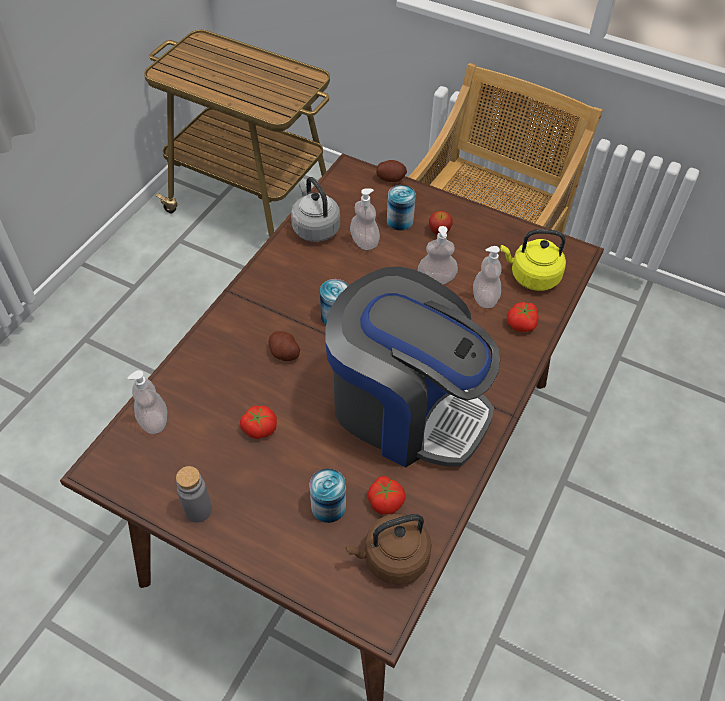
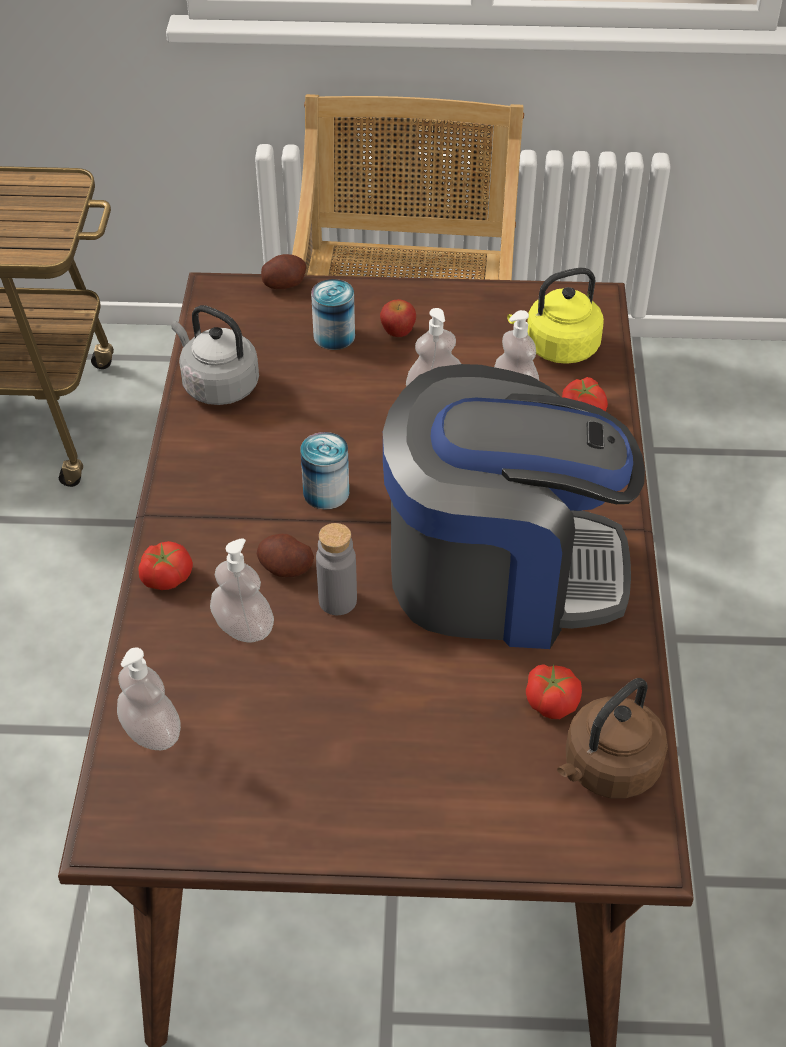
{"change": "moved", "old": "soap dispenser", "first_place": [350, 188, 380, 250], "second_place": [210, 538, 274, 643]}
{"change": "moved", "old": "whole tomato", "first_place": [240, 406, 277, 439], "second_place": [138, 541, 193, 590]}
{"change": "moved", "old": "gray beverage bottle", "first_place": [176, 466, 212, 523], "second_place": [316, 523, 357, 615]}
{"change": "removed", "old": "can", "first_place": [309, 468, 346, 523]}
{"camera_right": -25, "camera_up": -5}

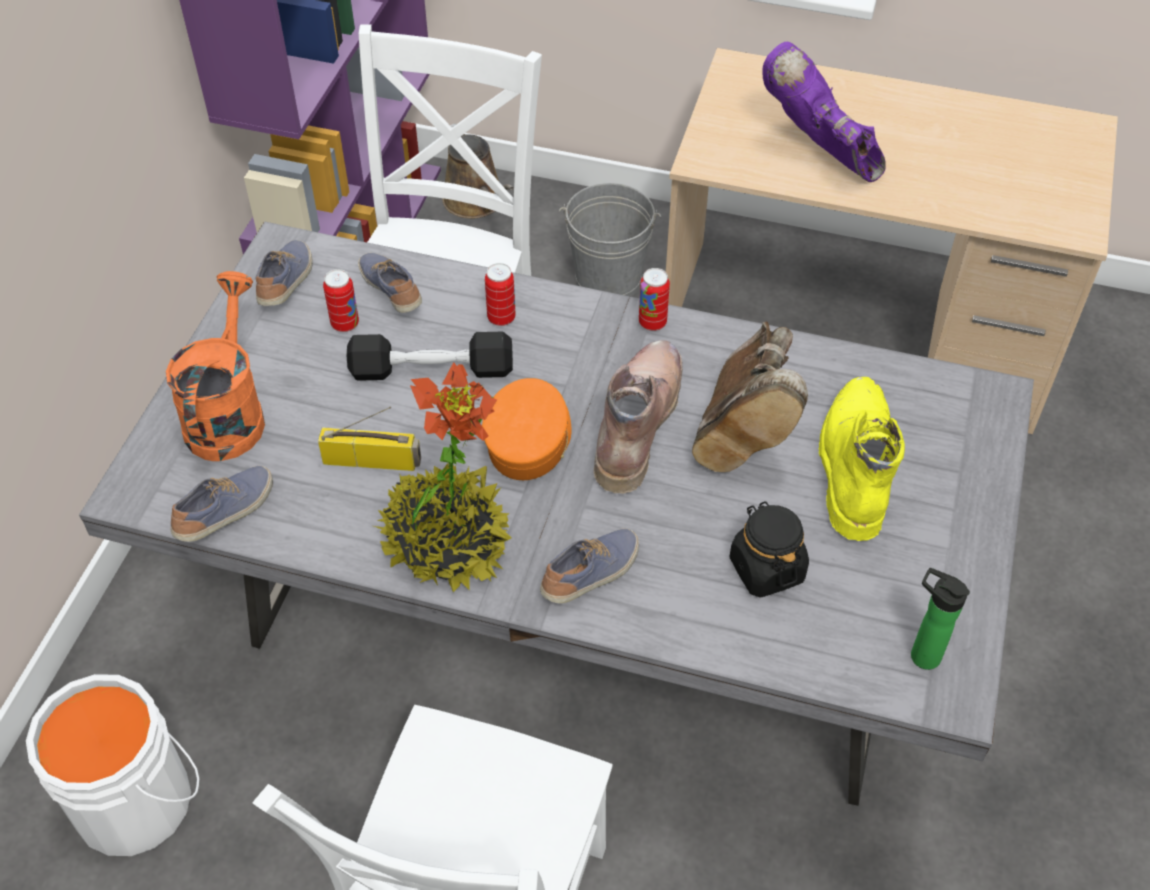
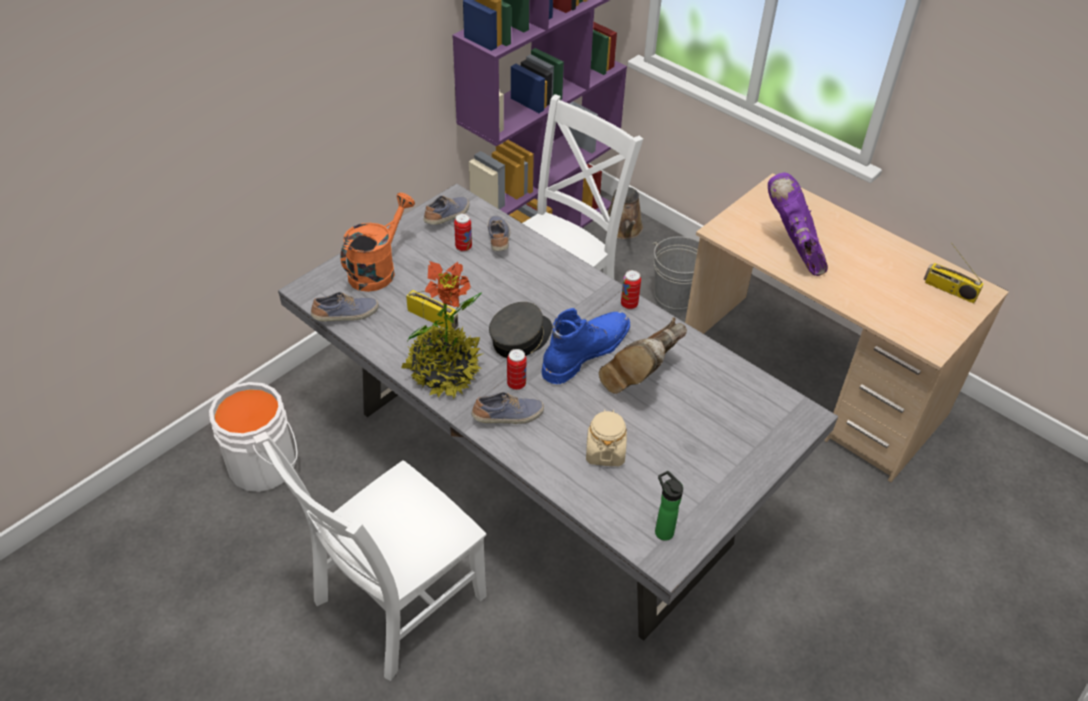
{"change": "moved", "old": "can", "first_place": [485, 263, 516, 326], "second_place": [507, 349, 526, 390]}
{"change": "removed", "old": "blackish dumbbell", "first_place": [346, 332, 513, 381]}
{"change": "recoloured", "old": "brown-coloured boot", "new": "bluish boot", "first_place": [594, 340, 683, 494], "second_place": [541, 308, 630, 384]}
{"change": "removed", "old": "yellow-coloured boot", "first_place": [819, 377, 905, 541]}
{"change": "recoloured", "old": "orange cap", "new": "gray cap", "first_place": [482, 378, 571, 480], "second_place": [489, 302, 552, 358]}
{"change": "recoloured", "old": "blackish preserve jar", "new": "sand-coloured preserve jar", "first_place": [730, 501, 809, 597], "second_place": [586, 409, 627, 466]}
{"change": "added", "new": "radio receiver", "second_place": [924, 243, 984, 304]}
{"camera_right": 25, "camera_up": -5}

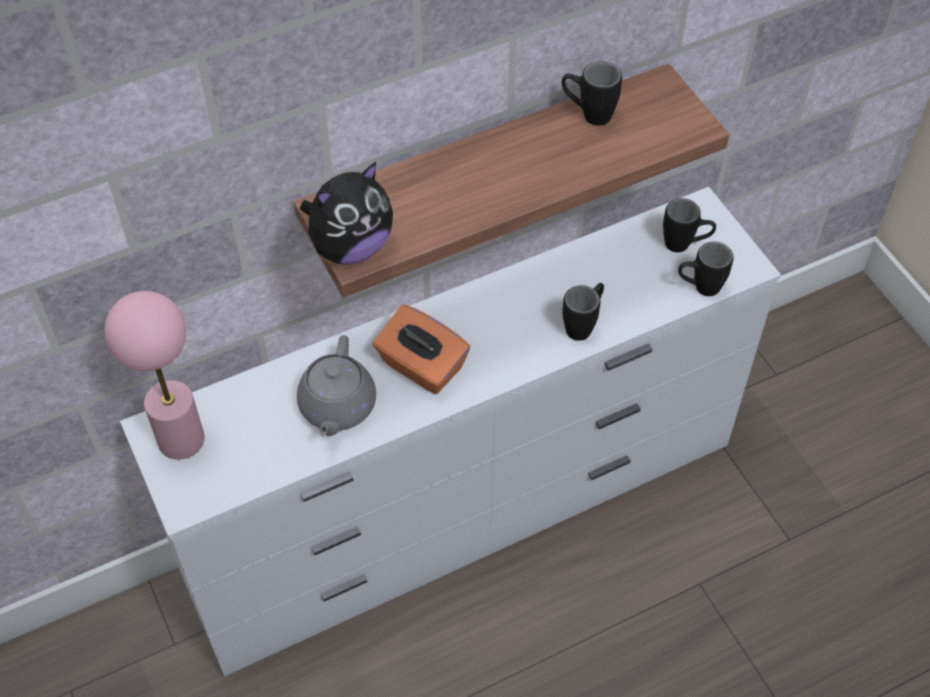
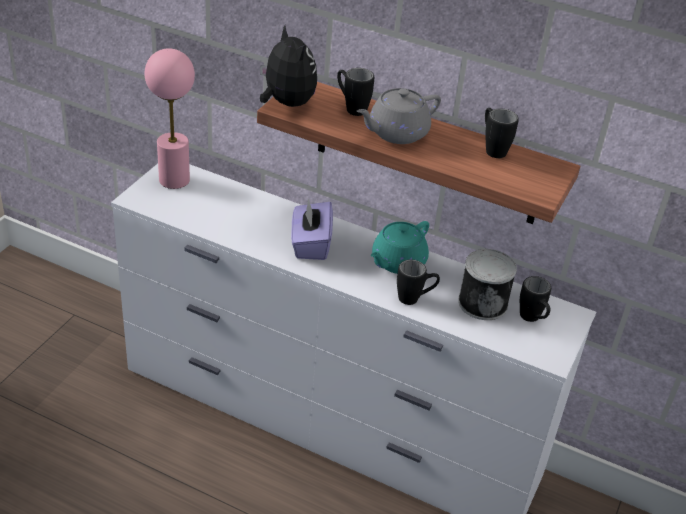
{"change": "turned", "old": "plush toy", "first_place": [300, 162, 393, 265], "second_place": [260, 26, 317, 107], "degrees": -135}
{"change": "moved", "old": "blackish mug", "first_place": [678, 242, 733, 296], "second_place": [337, 68, 374, 116]}
{"change": "recoloured", "old": "orange box of tissues", "new": "purple-coloured box of tissues", "first_place": [373, 305, 470, 394], "second_place": [291, 198, 333, 260]}
{"change": "moved", "old": "gray pot for tea", "first_place": [297, 335, 376, 437], "second_place": [357, 88, 441, 144]}
{"change": "added", "new": "blue-green pot for tea", "second_place": [371, 221, 429, 274]}
{"change": "added", "new": "can", "second_place": [458, 249, 517, 320]}
{"camera_right": 50, "camera_up": -15}

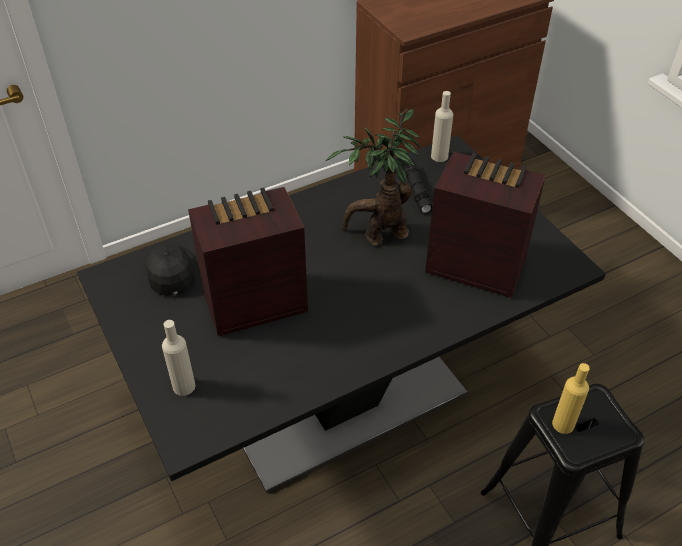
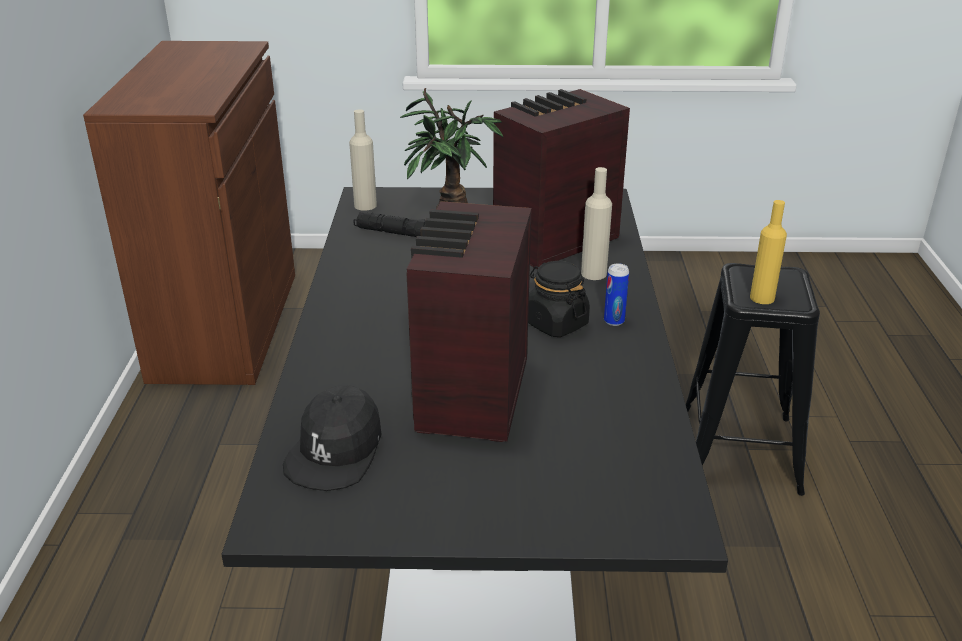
{"change": "turned", "old": "blackish cap", "first_place": [145, 244, 195, 296], "second_place": [283, 385, 382, 491], "degrees": -90}
{"change": "moved", "old": "sand-coloured beverage bottle", "first_place": [162, 320, 196, 396], "second_place": [581, 167, 612, 280]}
{"change": "added", "new": "blackish preserve jar", "second_place": [528, 261, 590, 337]}
{"change": "added", "new": "can", "second_place": [604, 263, 629, 326]}
{"camera_right": -60, "camera_up": -15}

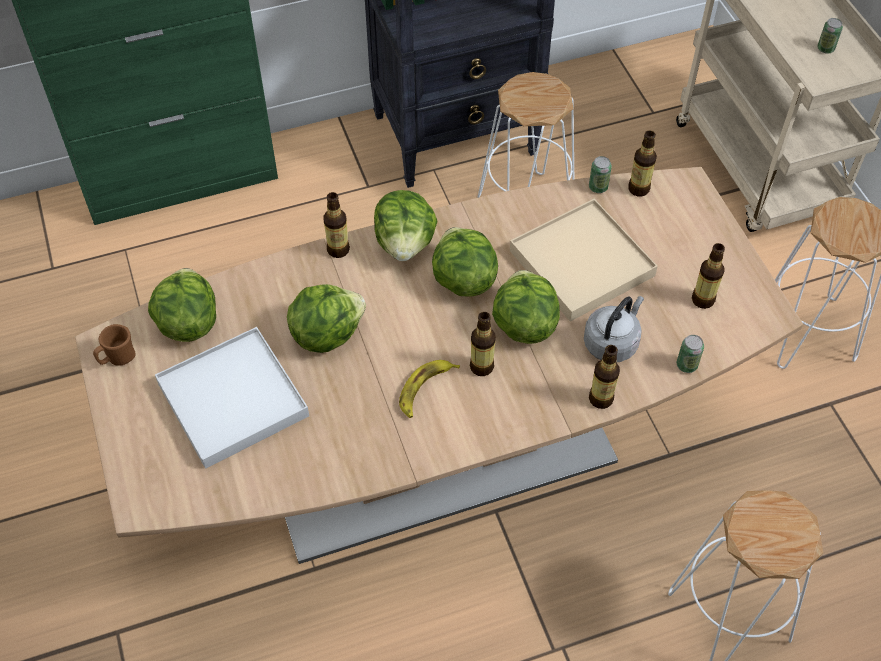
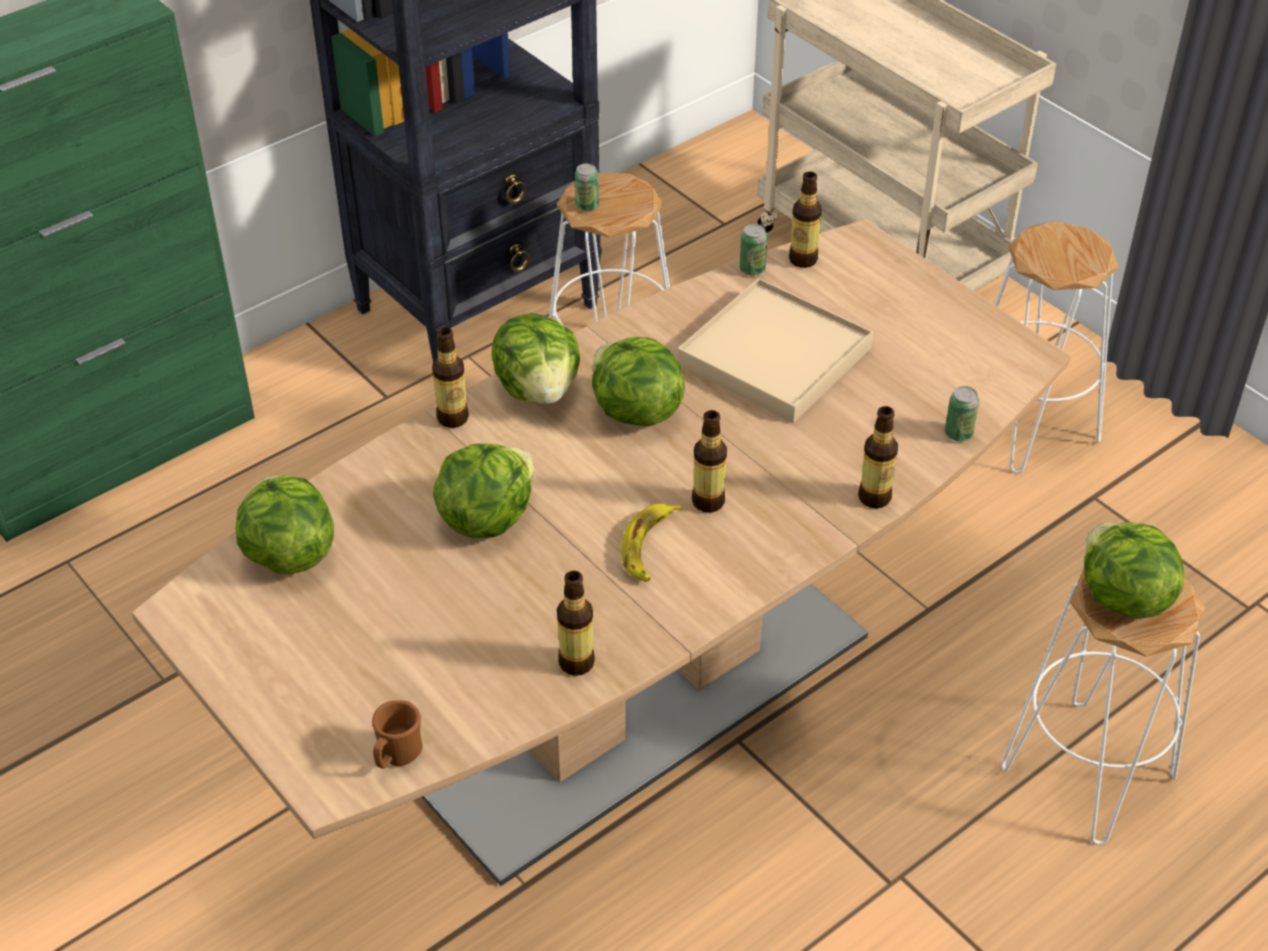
{"change": "moved", "old": "can", "first_place": [817, 18, 843, 53], "second_place": [575, 163, 599, 211]}
{"change": "moved", "old": "beverage bottle", "first_place": [692, 243, 725, 309], "second_place": [557, 571, 595, 676]}
{"change": "moved", "old": "head of lettuce", "first_place": [492, 270, 560, 344], "second_place": [1084, 522, 1184, 618]}
{"change": "removed", "old": "gray tea kettle", "first_place": [584, 296, 644, 363]}
{"change": "moved", "old": "brown-coloured mug", "first_place": [93, 324, 136, 366], "second_place": [372, 700, 423, 769]}
{"change": "removed", "old": "white-coloured serving tray", "first_place": [155, 327, 309, 469]}
{"camera_right": -20, "camera_up": -10}

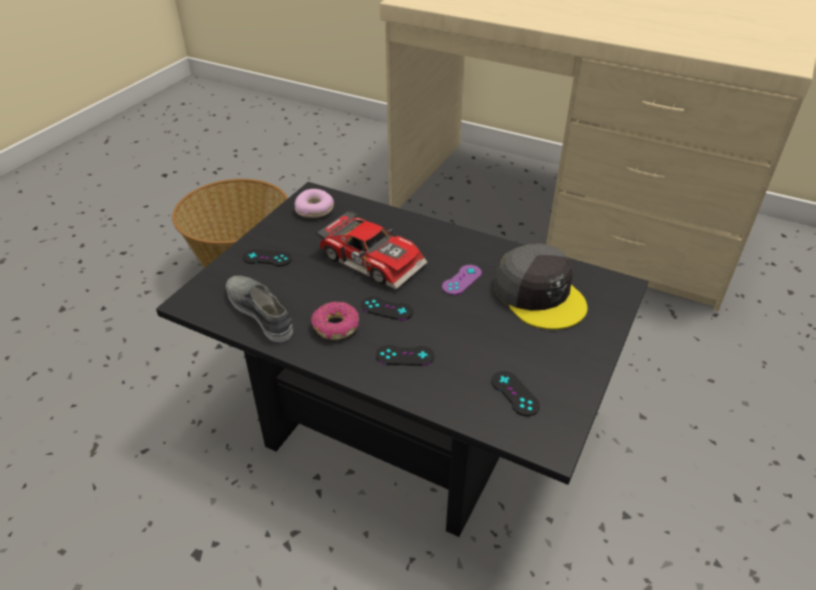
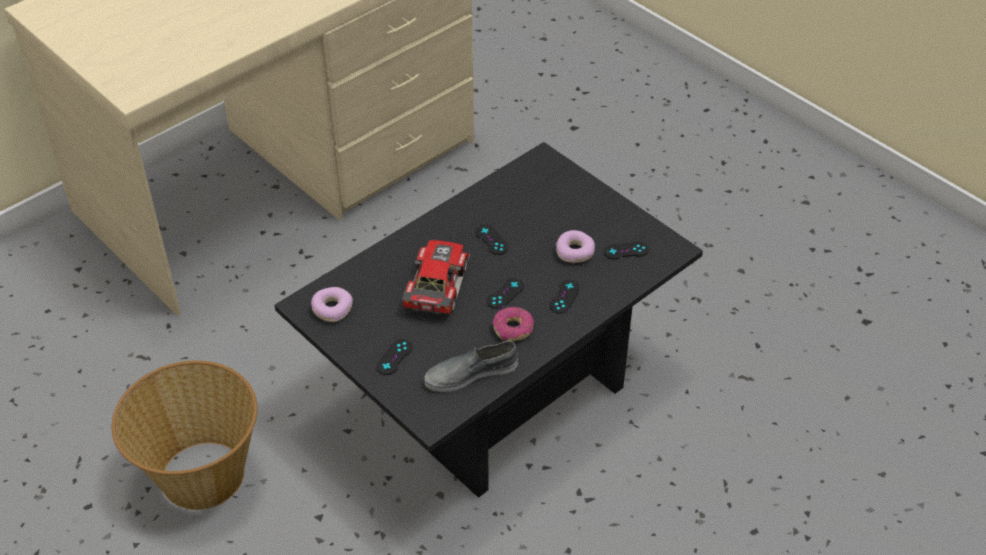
{"change": "turned", "old": "miniature car", "first_place": [316, 210, 427, 290], "second_place": [402, 240, 470, 317], "degrees": -45}
{"change": "removed", "old": "gray cap", "first_place": [494, 243, 588, 330]}
{"change": "recoloured", "old": "purple-coloured joypad", "new": "blackish joypad", "first_place": [442, 265, 482, 295], "second_place": [476, 225, 509, 255]}
{"change": "added", "new": "doughnut", "second_place": [556, 230, 595, 263]}
{"camera_right": -70, "camera_up": 5}

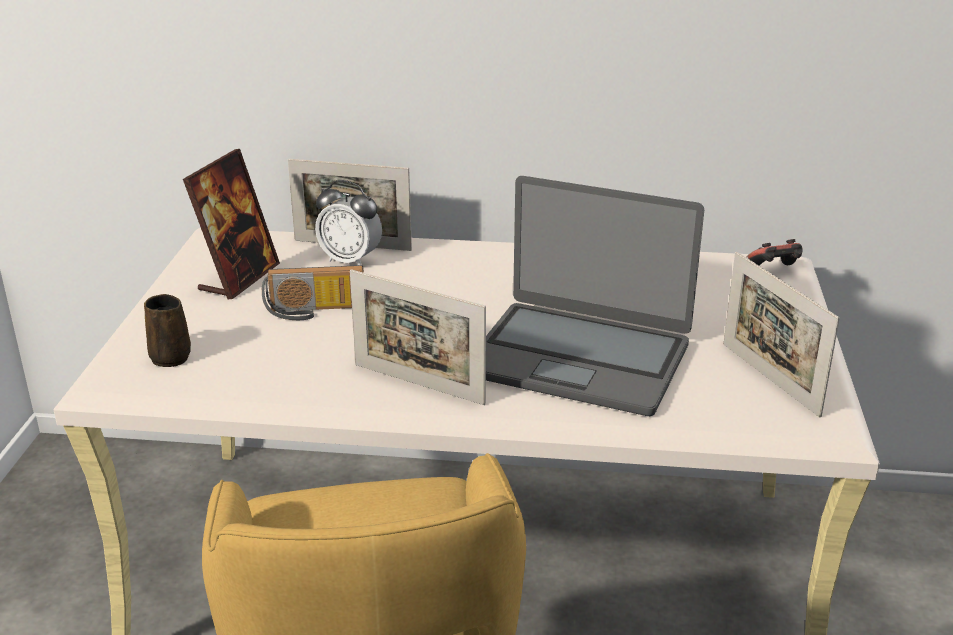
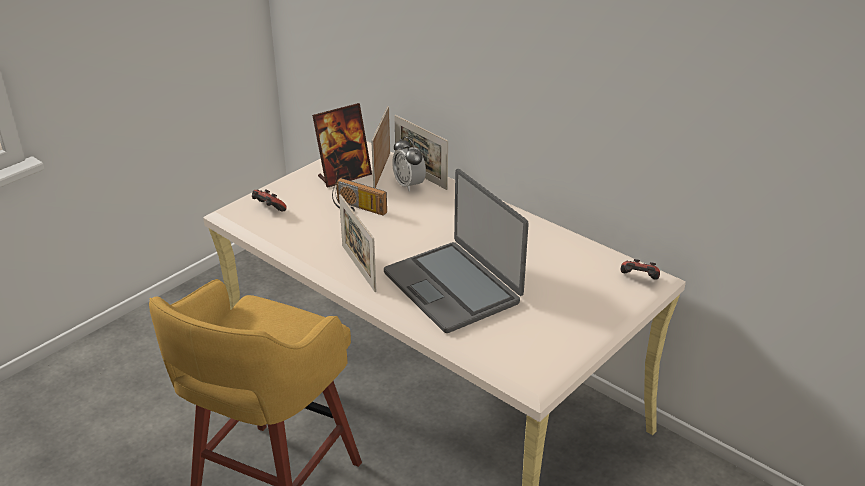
{"change": "moved", "old": "picture frame", "first_place": [723, 252, 840, 417], "second_place": [371, 106, 390, 188]}
{"change": "replaced", "old": "brown-coloured mug", "new": "joypad", "first_place": [144, 294, 191, 367], "second_place": [252, 189, 287, 211]}
{"camera_right": 35, "camera_up": 5}

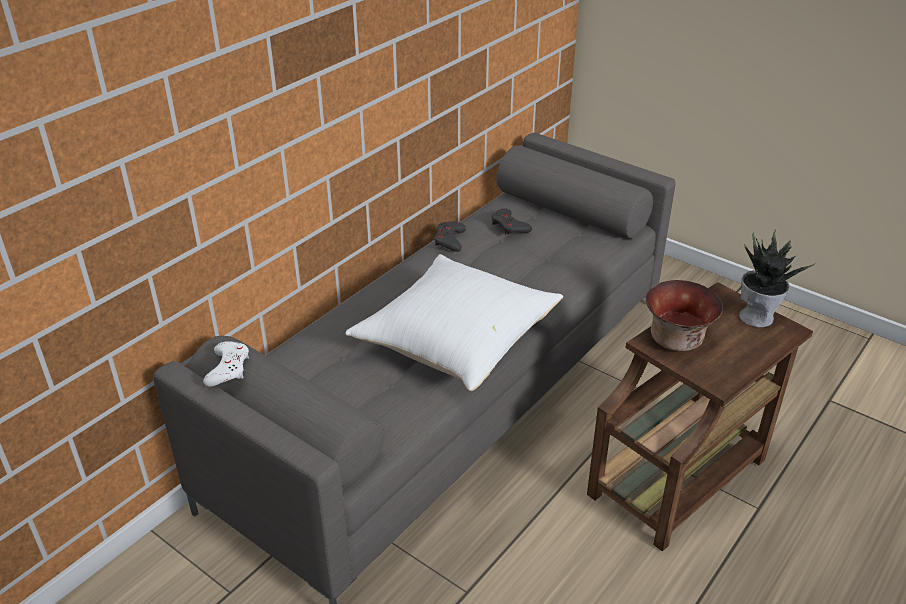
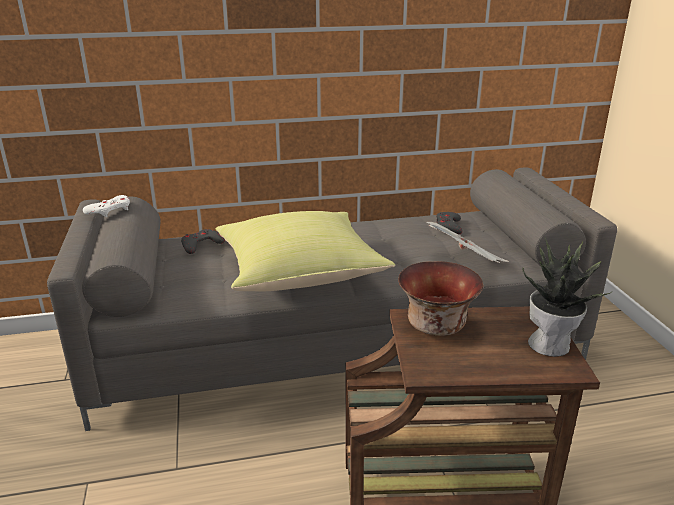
{"change": "moved", "old": "gray joypad", "first_place": [434, 222, 466, 252], "second_place": [181, 229, 225, 254]}
{"change": "recoloured", "old": "white-coloured cushion", "new": "yellow-coloured cushion", "first_place": [345, 254, 563, 391], "second_place": [215, 211, 395, 292]}
{"change": "added", "new": "daily paper", "second_place": [426, 222, 509, 263]}
{"camera_right": 40, "camera_up": -10}

